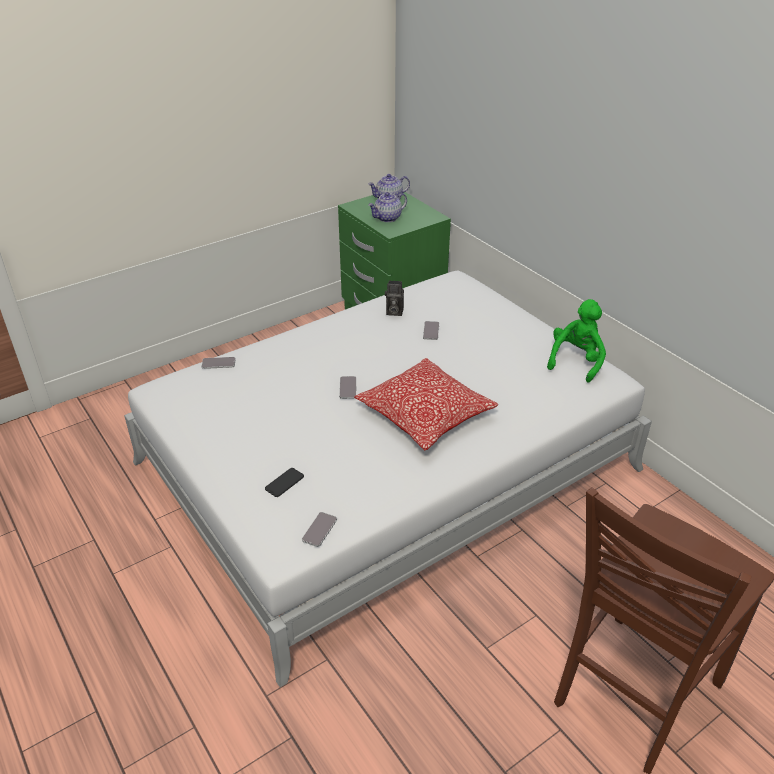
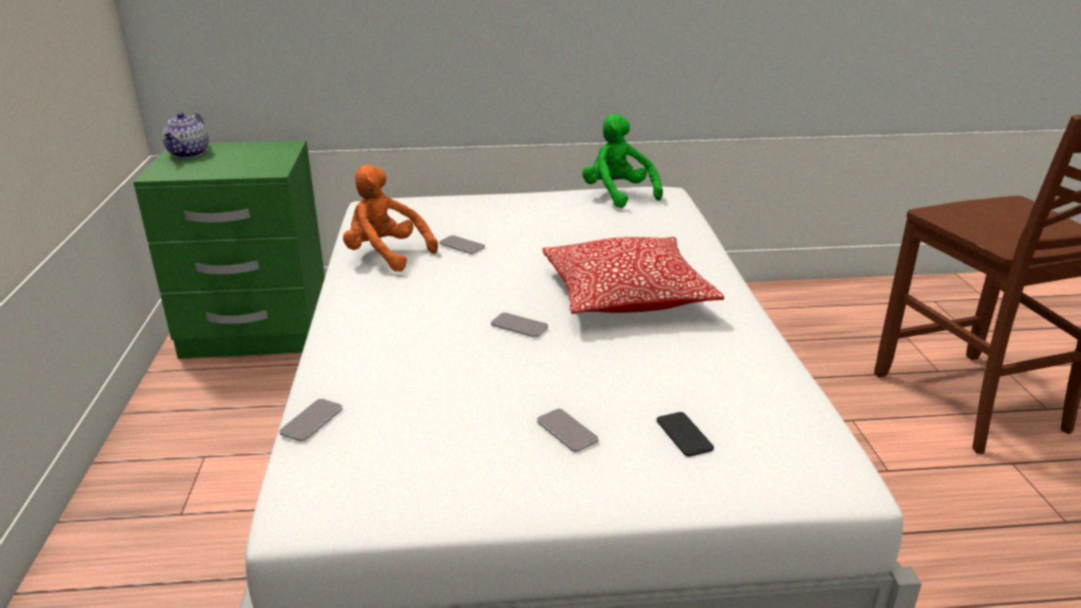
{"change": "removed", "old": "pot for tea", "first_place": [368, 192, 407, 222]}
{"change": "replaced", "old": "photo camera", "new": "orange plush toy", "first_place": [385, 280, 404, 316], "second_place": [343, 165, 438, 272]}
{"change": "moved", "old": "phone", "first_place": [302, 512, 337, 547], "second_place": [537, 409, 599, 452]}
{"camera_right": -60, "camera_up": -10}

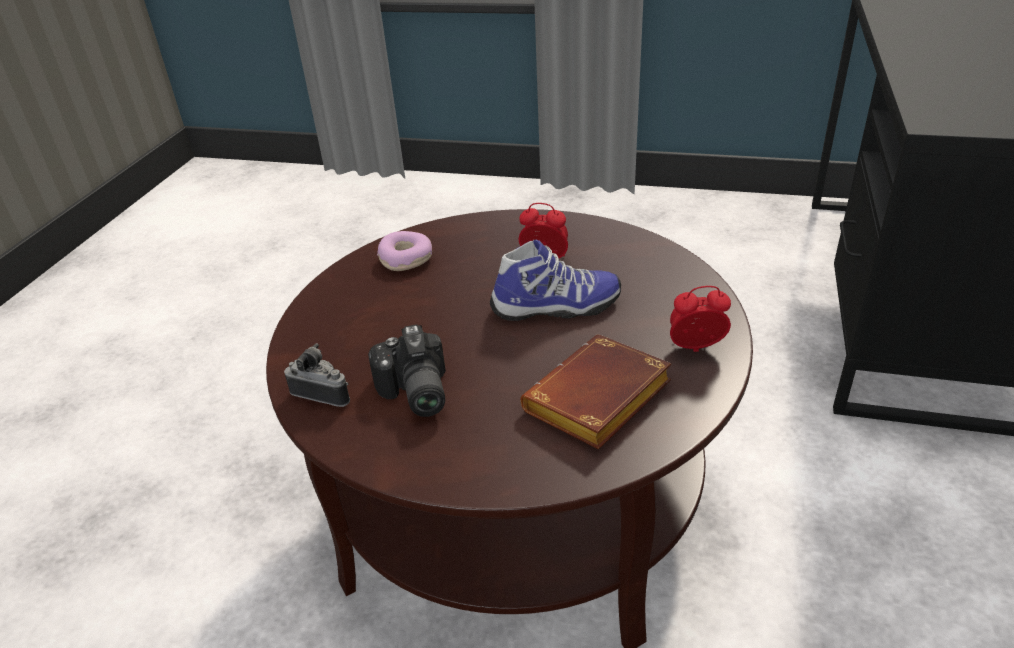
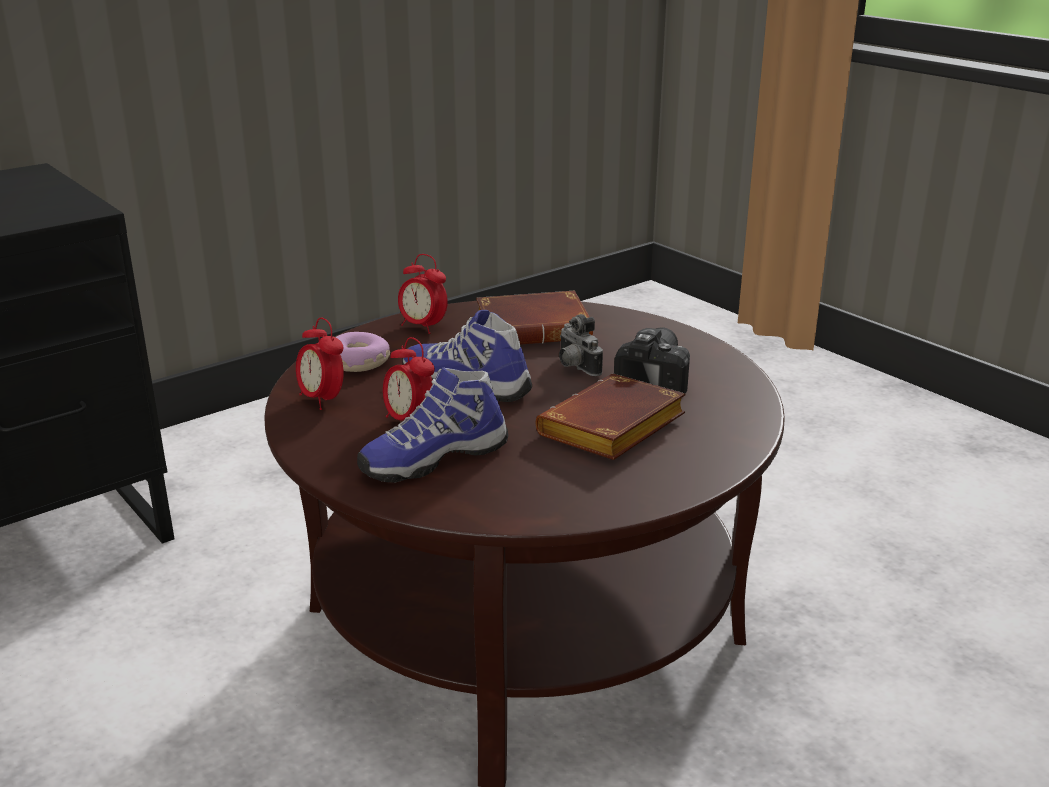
{"change": "moved", "old": "doughnut", "first_place": [377, 231, 432, 271], "second_place": [336, 332, 390, 372]}
{"change": "moved", "old": "photo camera", "first_place": [284, 343, 350, 407], "second_place": [559, 314, 603, 376]}
{"change": "added", "new": "table clock", "second_place": [296, 318, 343, 410]}
{"change": "added", "new": "low shoe", "second_place": [357, 367, 508, 483]}
{"change": "added", "new": "brown-coloured volume", "second_place": [536, 374, 686, 460]}
{"camera_right": -145, "camera_up": -10}

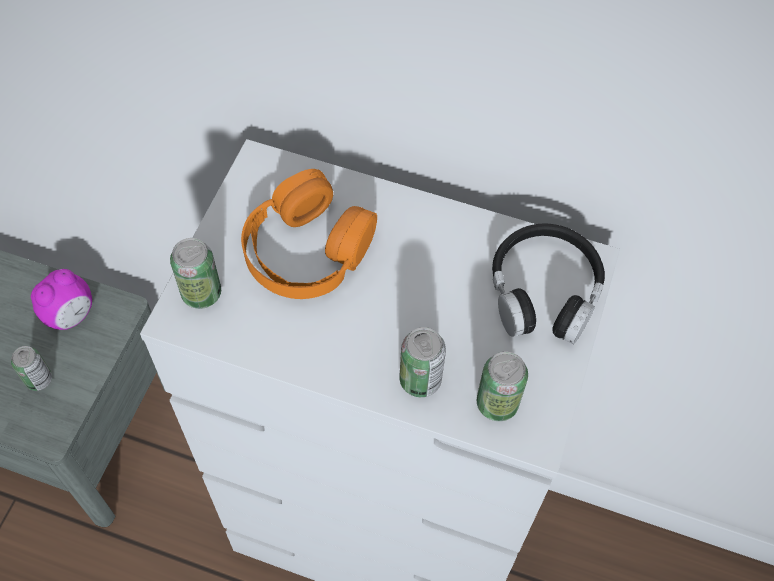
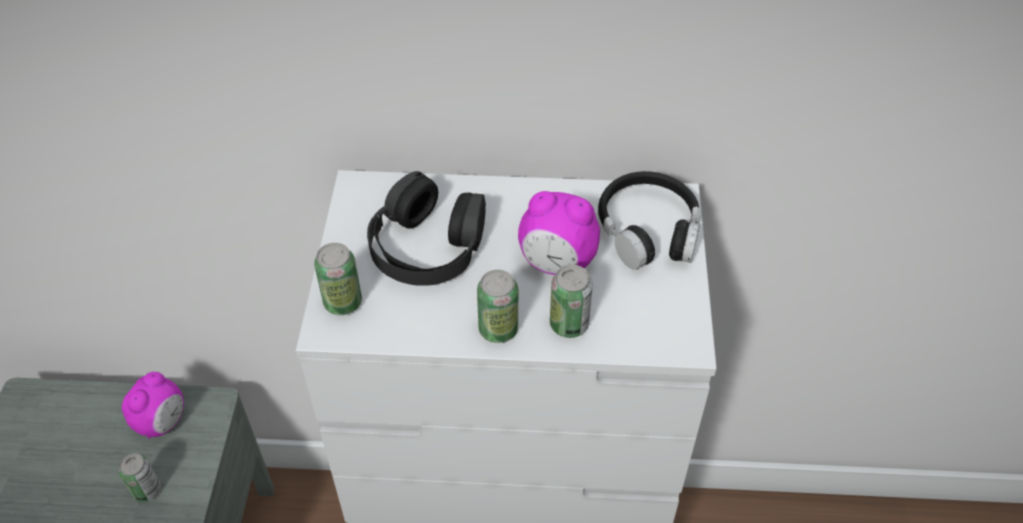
{"change": "recoloured", "old": "orange headphones", "new": "blackish headphones", "first_place": [241, 169, 377, 299], "second_place": [367, 171, 486, 286]}
{"change": "moved", "old": "can", "first_place": [476, 352, 528, 421], "second_place": [477, 270, 518, 343]}
{"change": "added", "new": "table clock", "second_place": [518, 191, 600, 275]}
{"camera_right": -15, "camera_up": -10}

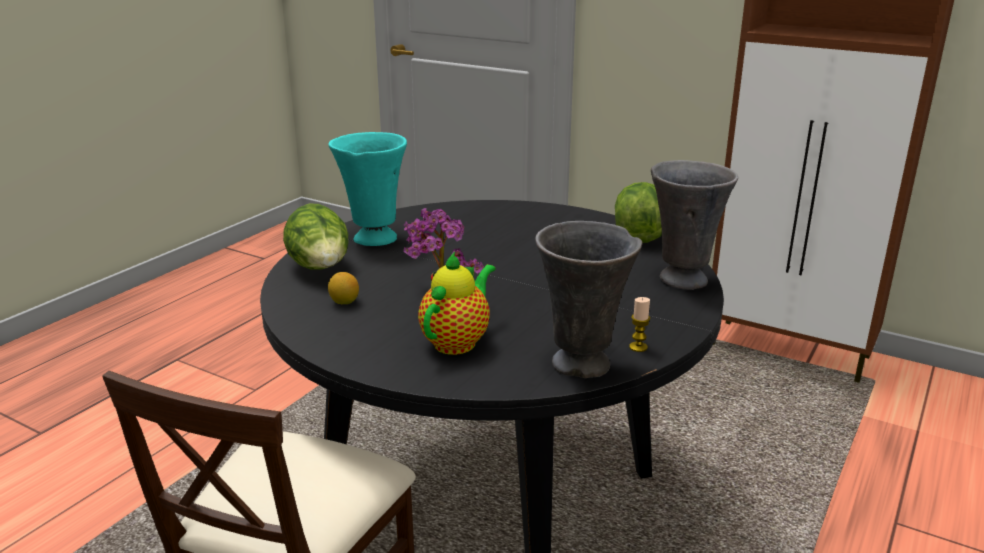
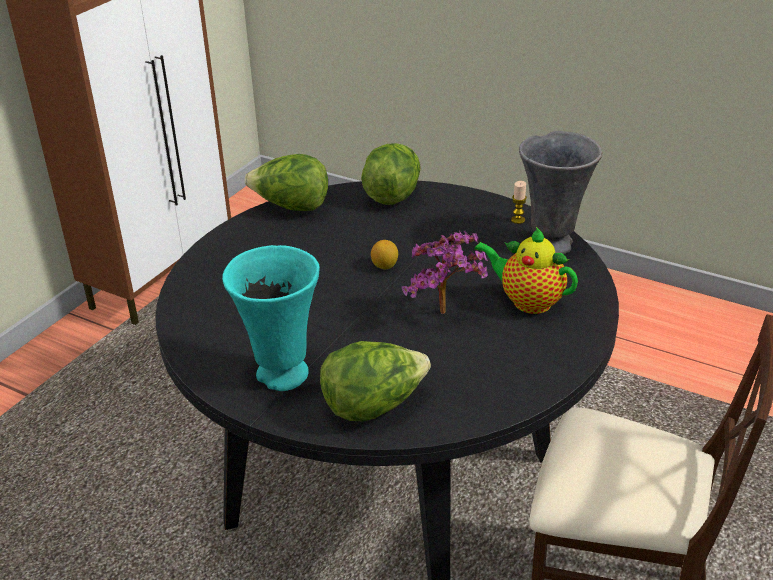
{"change": "replaced", "old": "gray flower vase", "new": "head of lettuce", "first_place": [651, 160, 738, 290], "second_place": [361, 143, 421, 205]}
{"change": "moved", "old": "whole lemon", "first_place": [328, 272, 359, 304], "second_place": [371, 240, 398, 269]}
{"camera_right": -90, "camera_up": 10}

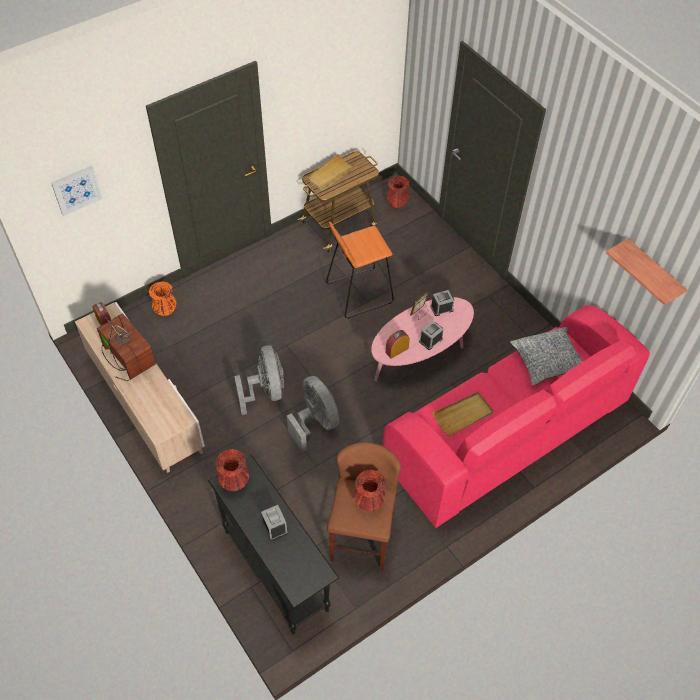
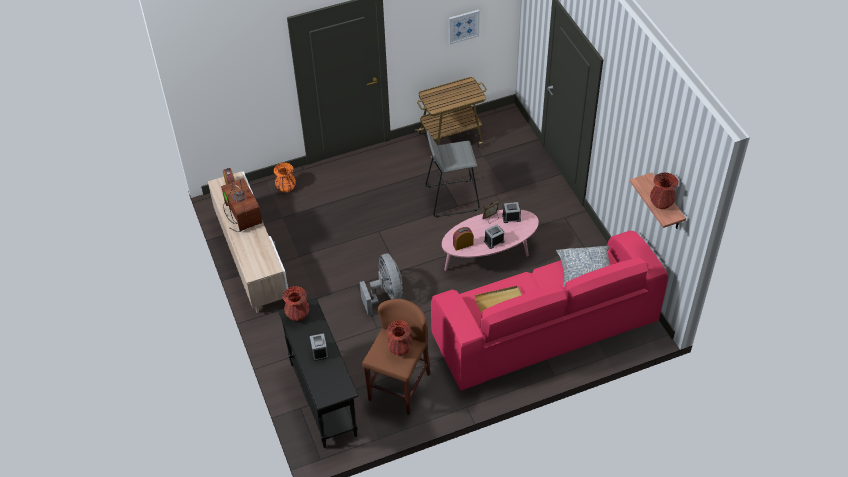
{"change": "removed", "old": "sand-coloured serving tray", "first_place": [306, 154, 356, 191]}
{"change": "moved", "old": "wall picture", "first_place": [51, 166, 103, 216], "second_place": [449, 10, 480, 44]}
{"change": "moved", "old": "reddish flower vase", "first_place": [387, 176, 409, 208], "second_place": [650, 172, 678, 209]}
{"change": "recoloured", "old": "orange stool seat", "new": "gray stool seat", "first_place": [326, 222, 394, 319], "second_place": [425, 131, 480, 218]}
{"change": "removed", "old": "gray cooling fan", "first_place": [234, 345, 284, 415]}
{"camera_right": 15, "camera_up": -5}

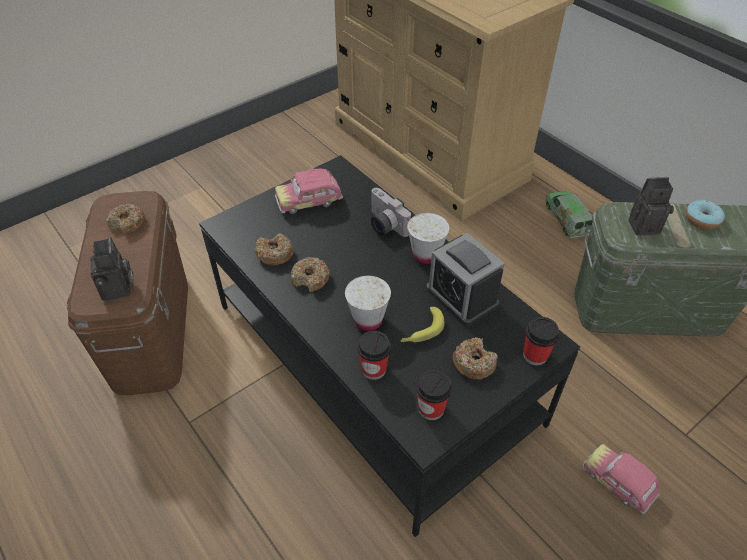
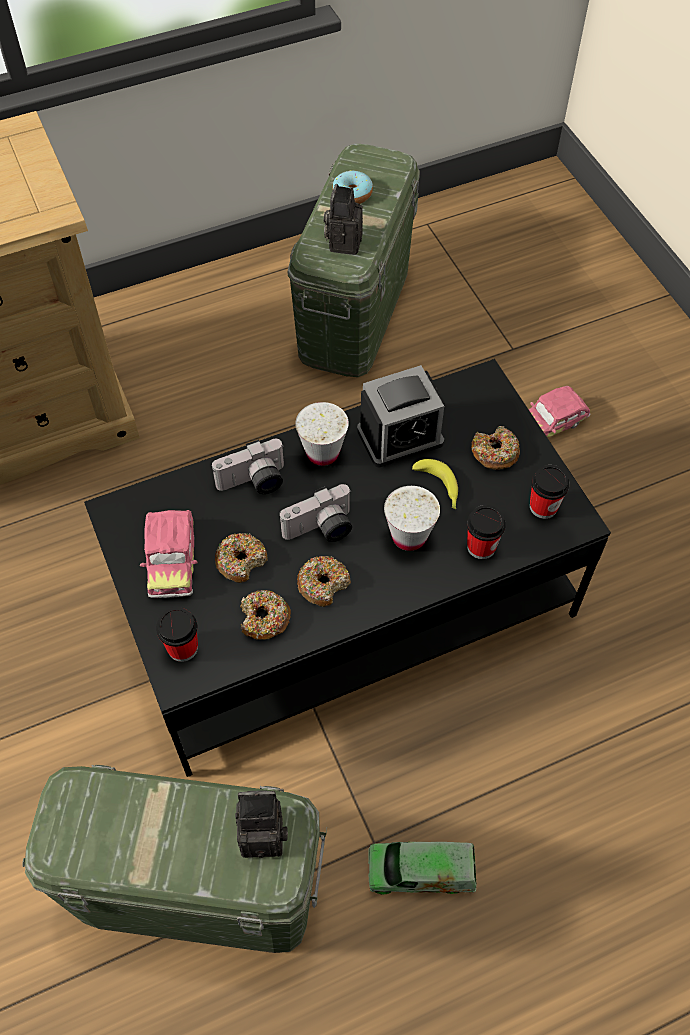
{"change": "recoloured", "old": "brown-coloured storage bin", "new": "green-coloured storage bin", "first_place": [67, 191, 188, 395], "second_place": [22, 765, 327, 953]}
{"change": "moved", "old": "toy lorry", "first_place": [545, 191, 592, 239], "second_place": [368, 842, 477, 894]}
{"change": "moved", "old": "doughnut", "first_place": [106, 204, 145, 234], "second_place": [215, 533, 268, 583]}
{"change": "moved", "old": "cup", "first_place": [523, 317, 559, 365], "second_place": [156, 607, 198, 662]}
{"change": "added", "new": "photo camera", "second_place": [279, 484, 352, 542]}
{"camera_right": -75, "camera_up": 10}

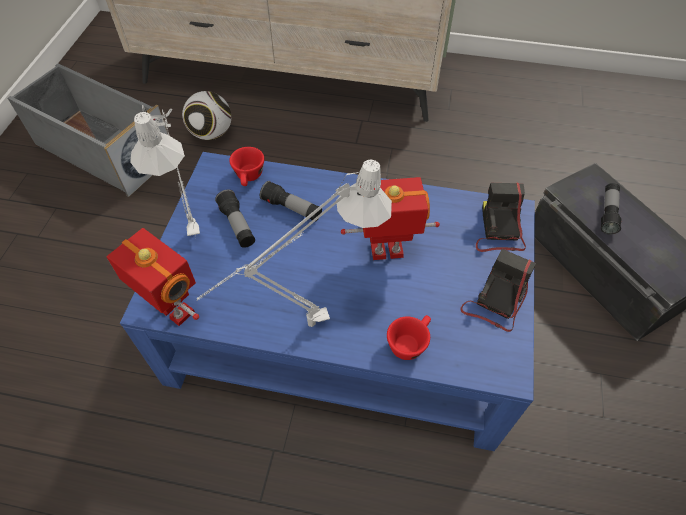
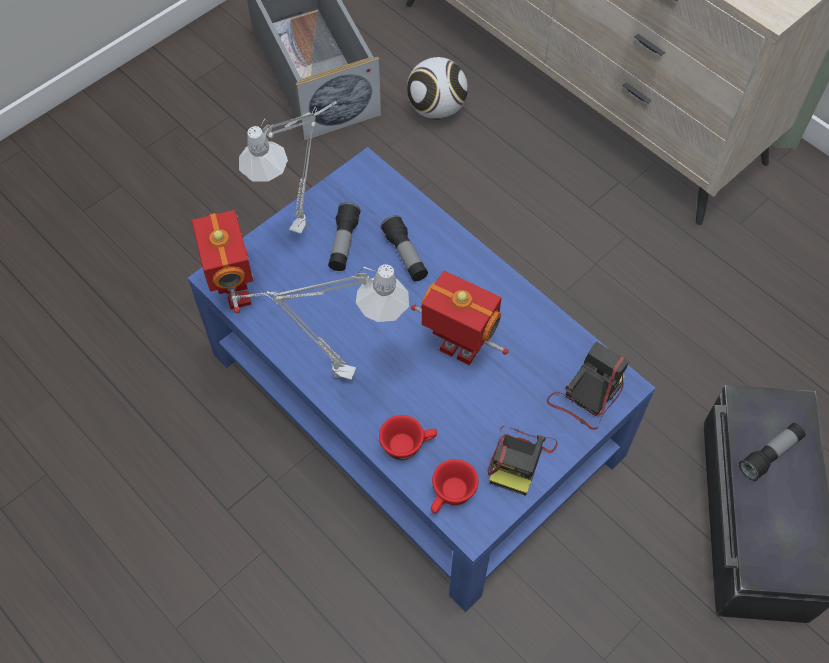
{"change": "moved", "old": "reddish cup", "first_place": [229, 147, 264, 186], "second_place": [431, 459, 478, 514]}
{"change": "turned", "old": "photo camera", "first_place": [460, 249, 536, 332], "second_place": [487, 426, 558, 496], "degrees": 135}
{"camera_right": 35, "camera_up": 5}

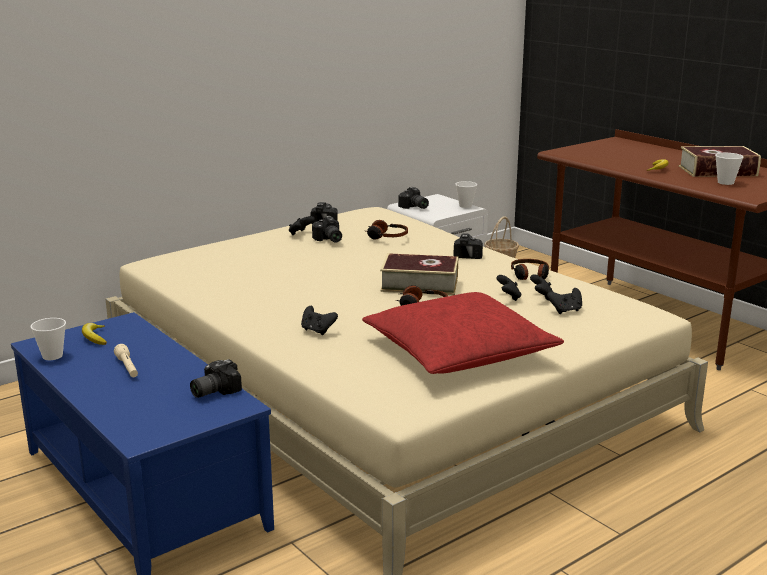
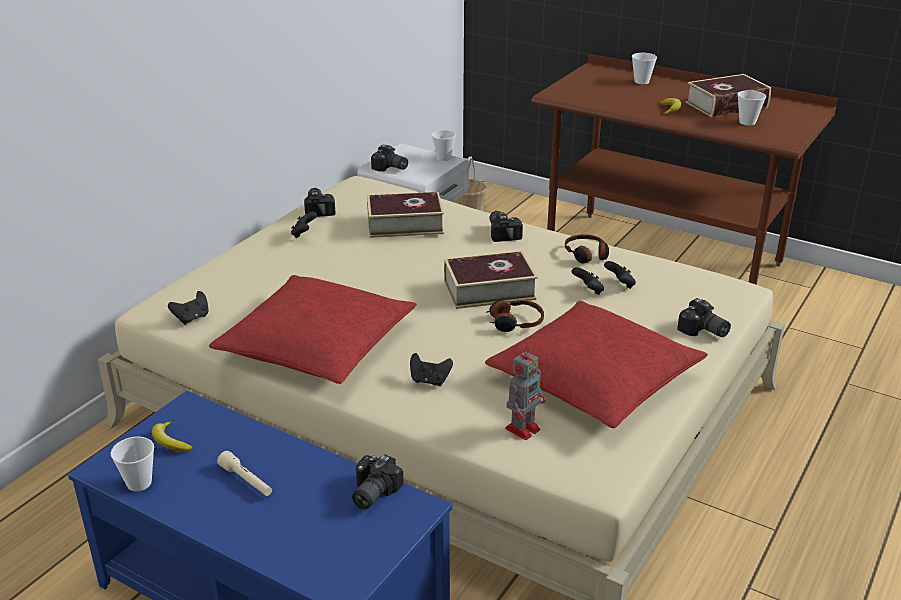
{"change": "moved", "old": "photo camera", "first_place": [312, 216, 342, 242], "second_place": [677, 298, 731, 337]}
{"change": "replaced", "old": "headphones", "new": "volume", "first_place": [366, 220, 408, 239], "second_place": [367, 192, 444, 238]}
{"change": "moved", "old": "blackish joypad", "first_place": [547, 288, 582, 314], "second_place": [168, 291, 209, 325]}
{"change": "added", "new": "cup", "second_place": [632, 53, 657, 84]}
{"change": "added", "new": "reddish cushion", "second_place": [209, 275, 417, 384]}
{"change": "added", "new": "toy robot", "second_place": [505, 347, 546, 440]}
{"camera_right": -20, "camera_up": 10}

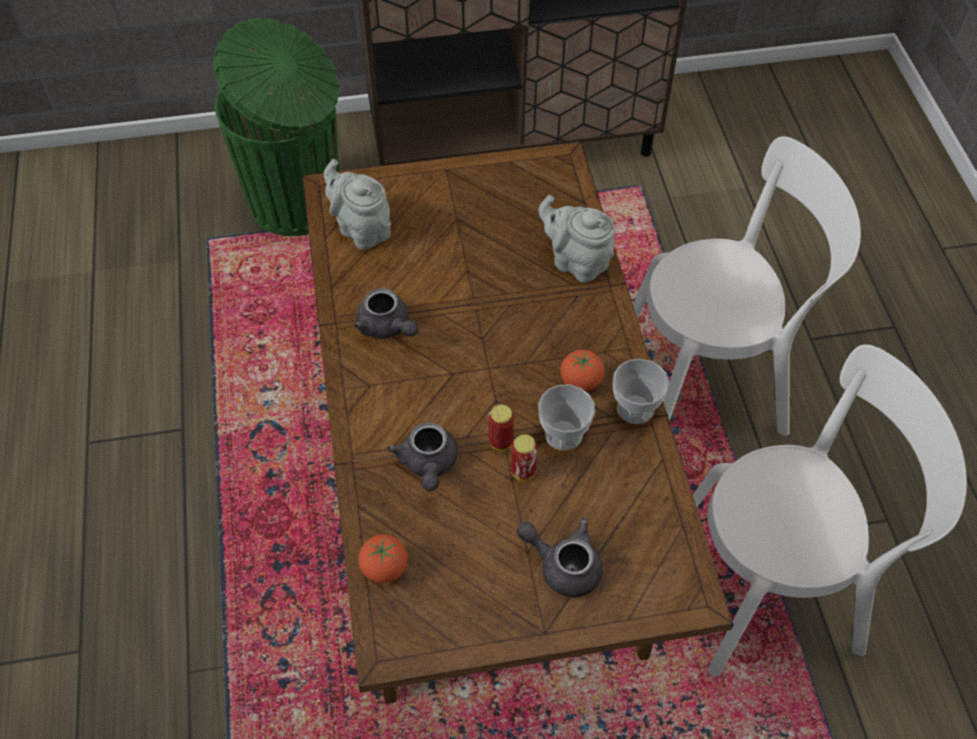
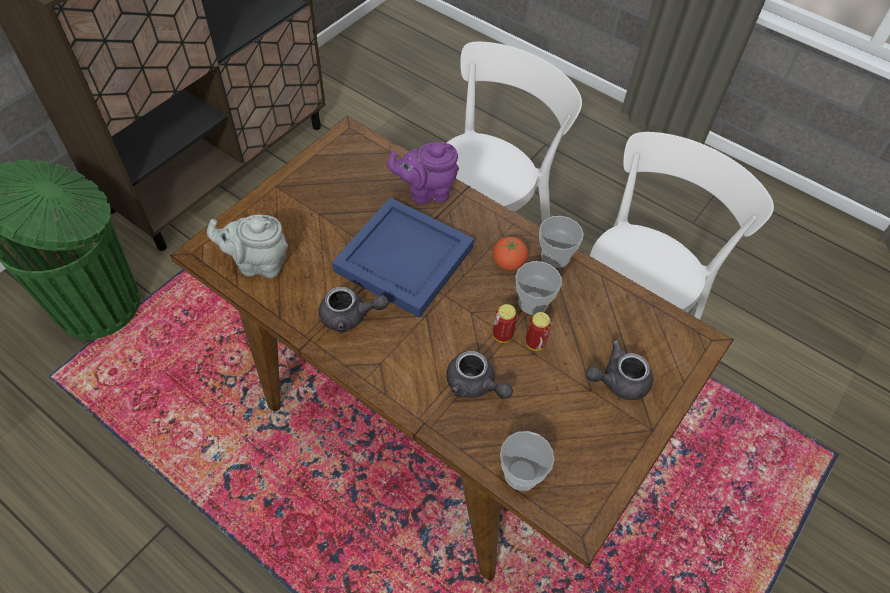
{"change": "recoloured", "old": "gray pot for tea", "new": "purple-coloured pot for tea", "first_place": [538, 195, 615, 283], "second_place": [387, 142, 459, 204]}
{"change": "replaced", "old": "whole tomato", "new": "cup", "first_place": [359, 534, 408, 583], "second_place": [500, 431, 554, 491]}
{"change": "added", "new": "bluish serving tray", "second_place": [332, 198, 474, 318]}
{"camera_right": -45, "camera_up": 0}

